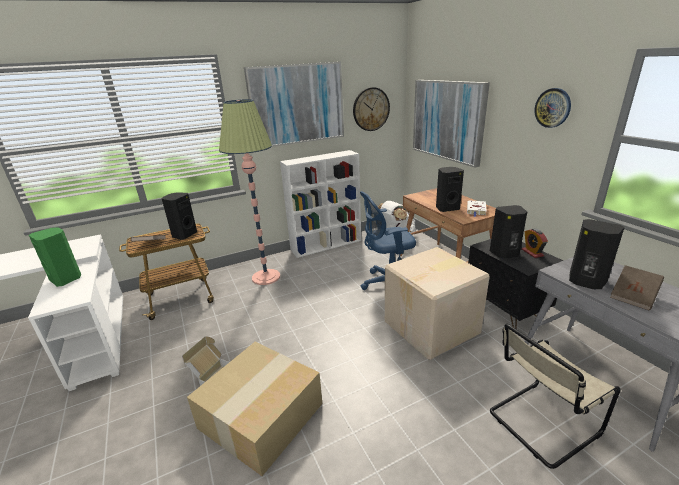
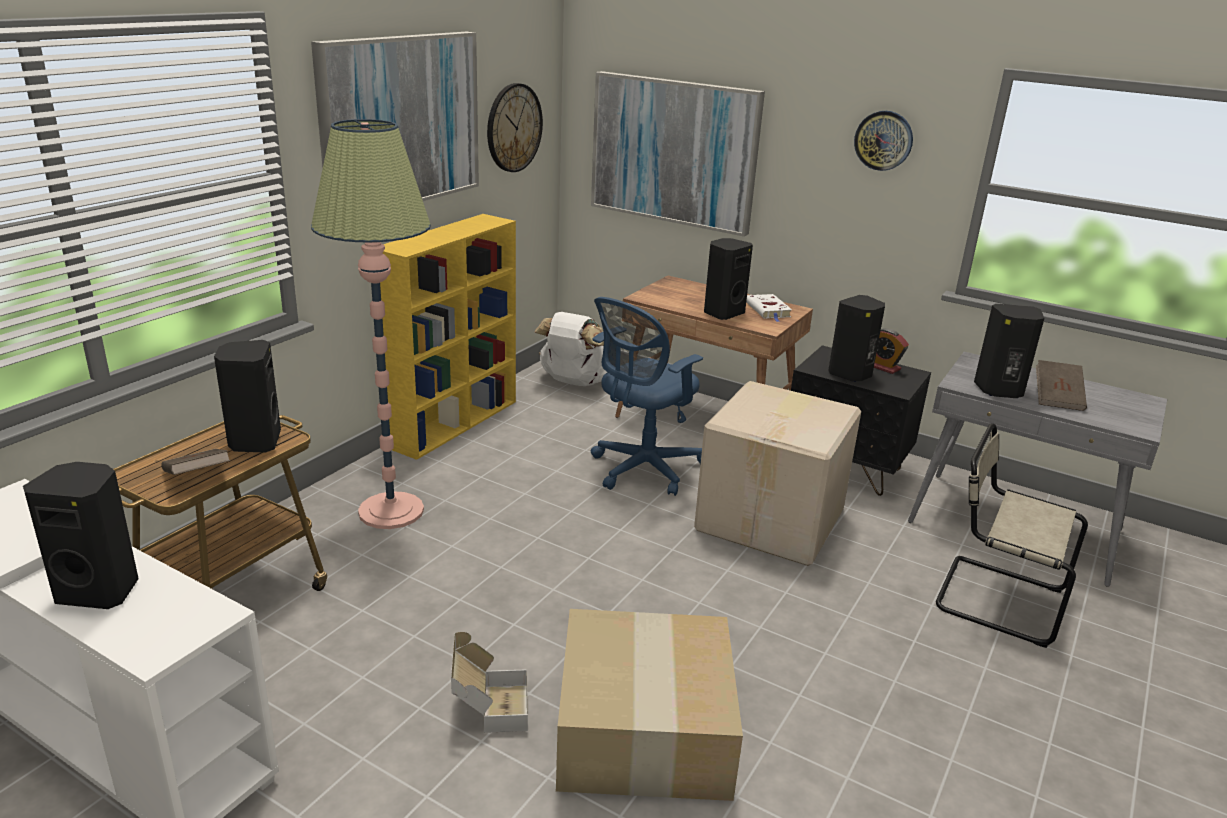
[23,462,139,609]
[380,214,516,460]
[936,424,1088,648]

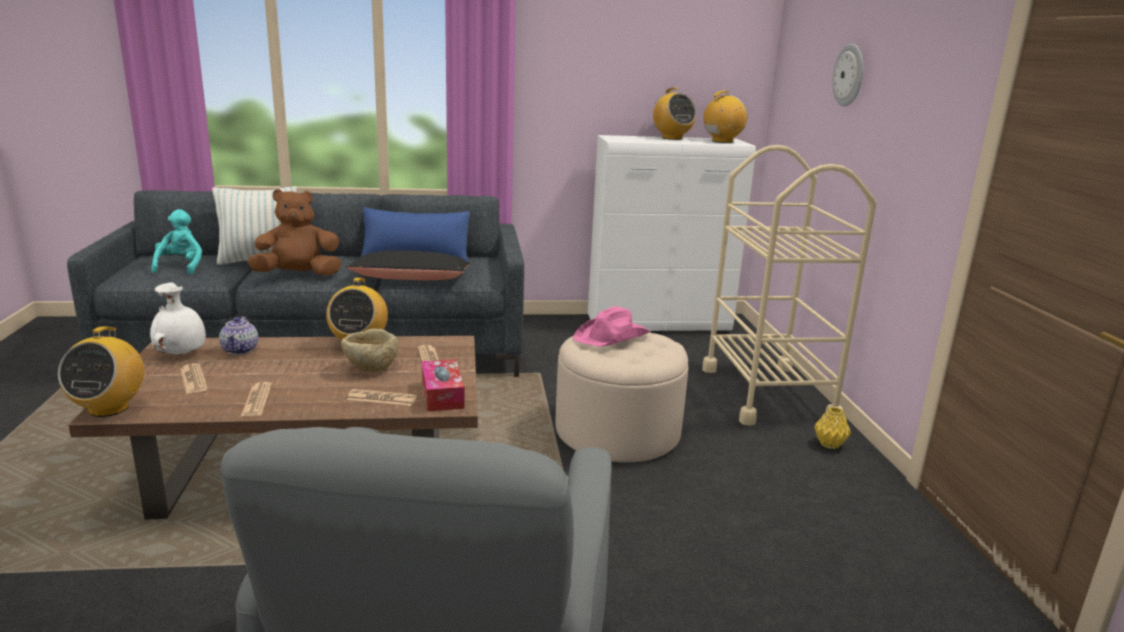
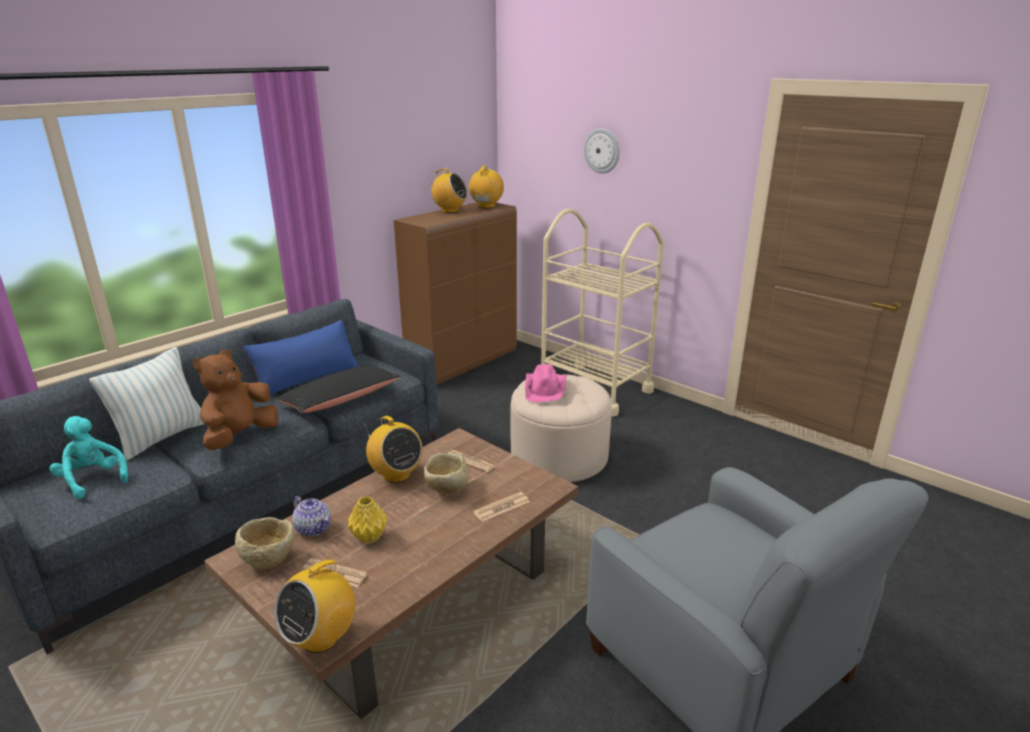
[235,517,295,569]
[274,552,355,653]
[347,496,388,544]
[394,202,517,385]
[240,382,272,417] (first image)
[422,359,464,411] (first image)

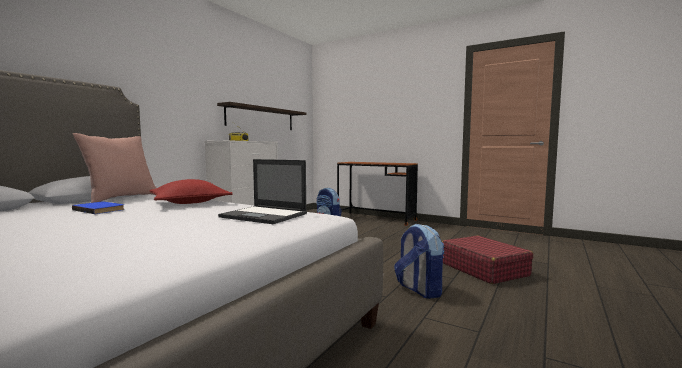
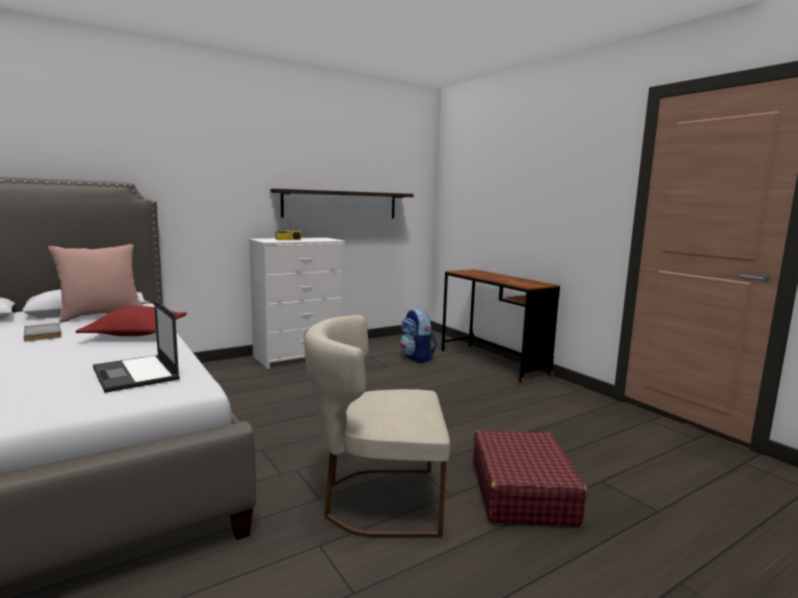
[24,323,61,341]
[304,315,450,537]

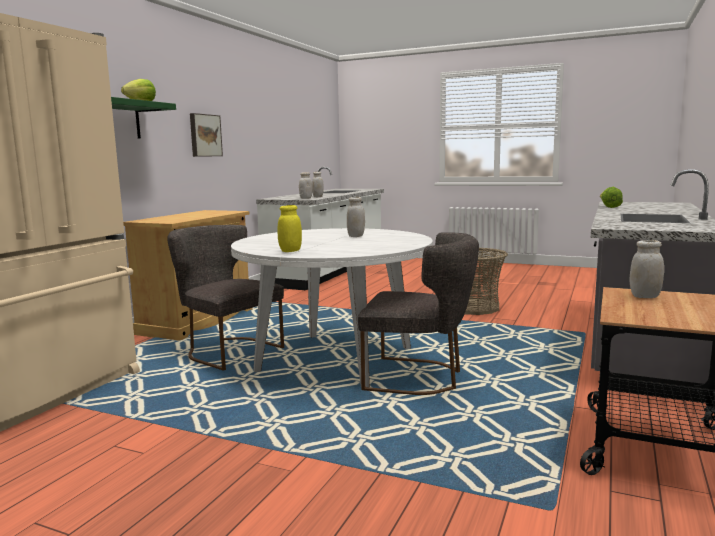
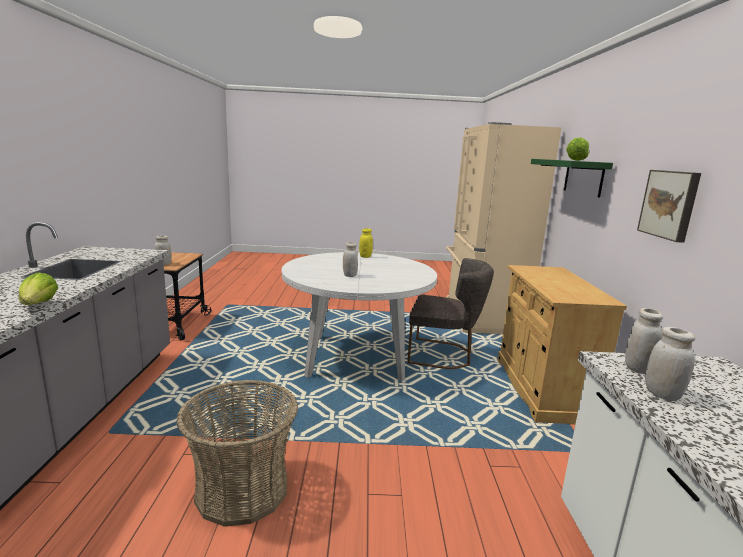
[358,232,479,395] (first image)

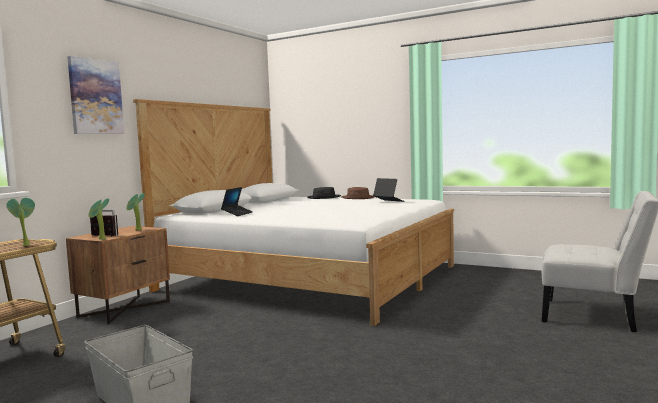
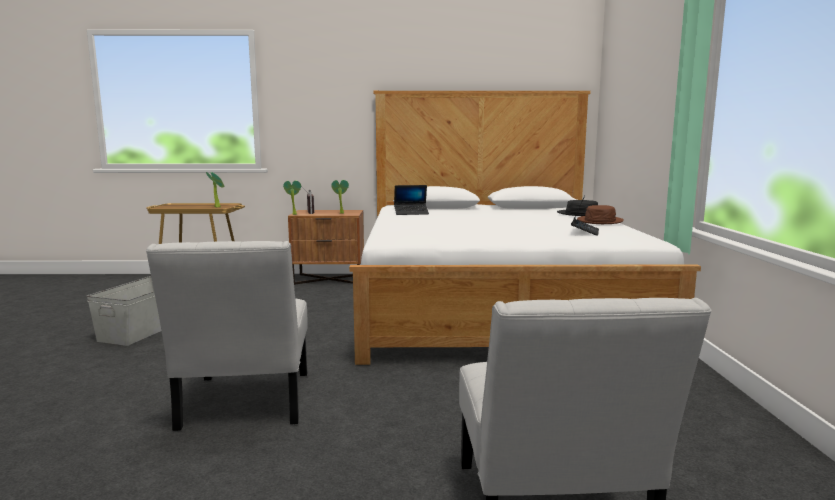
[146,241,307,431]
[67,56,124,134] (first image)

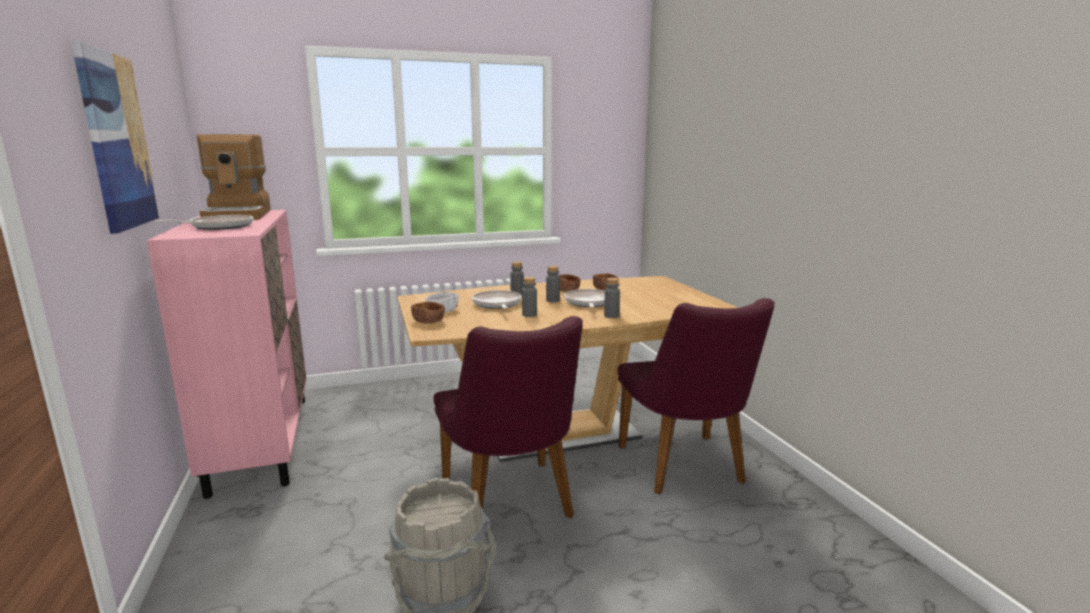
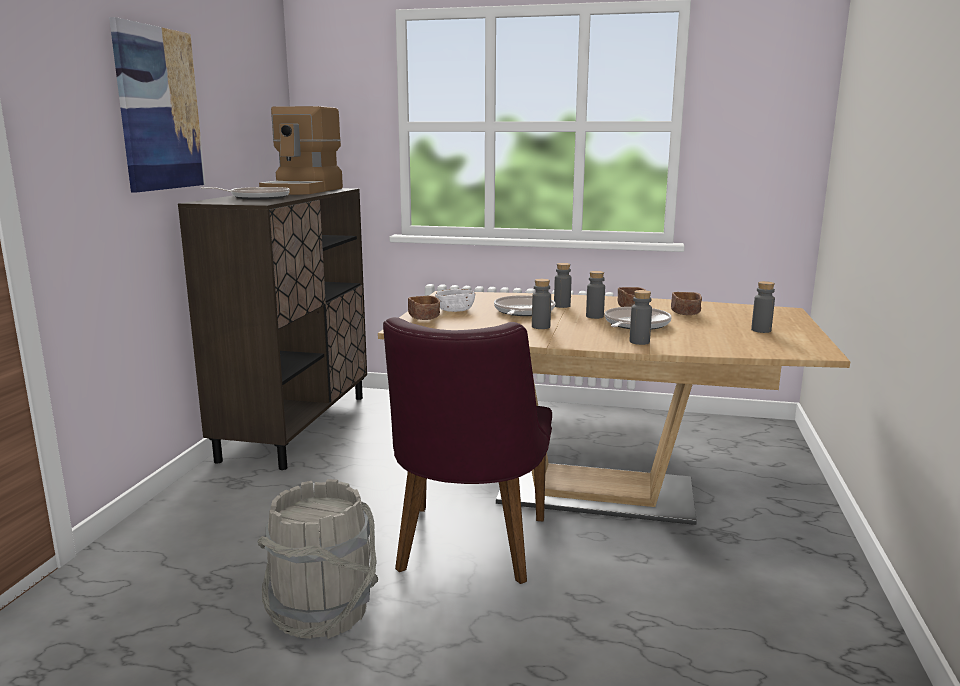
[178,188,367,470]
[751,281,775,333]
[618,298,775,494] (first image)

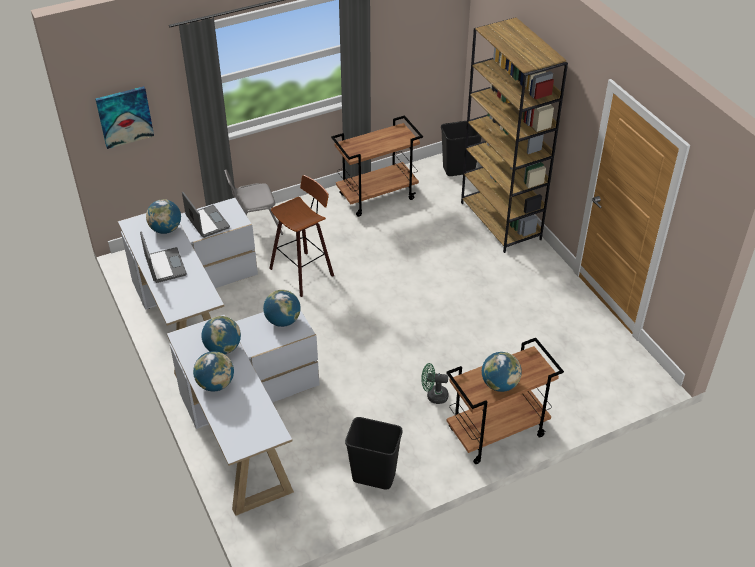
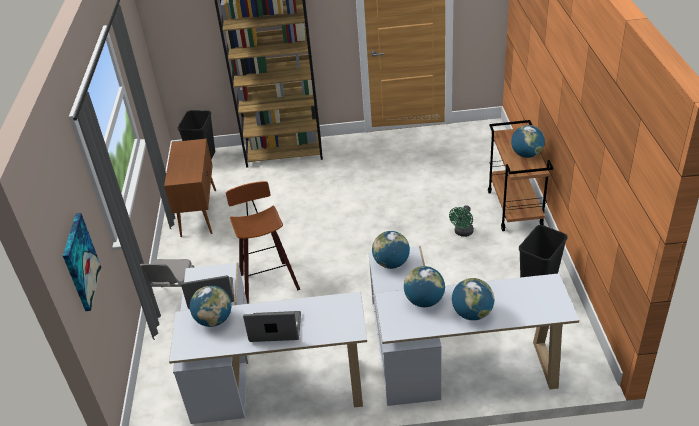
[164,139,216,237]

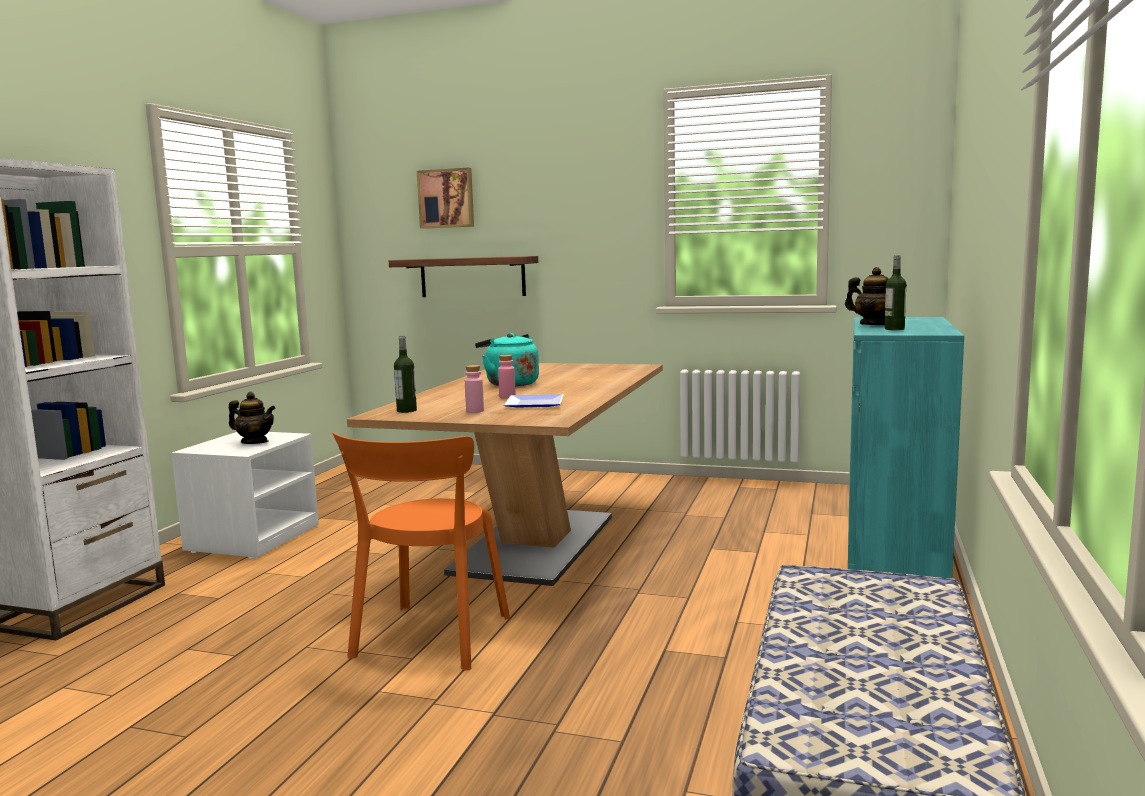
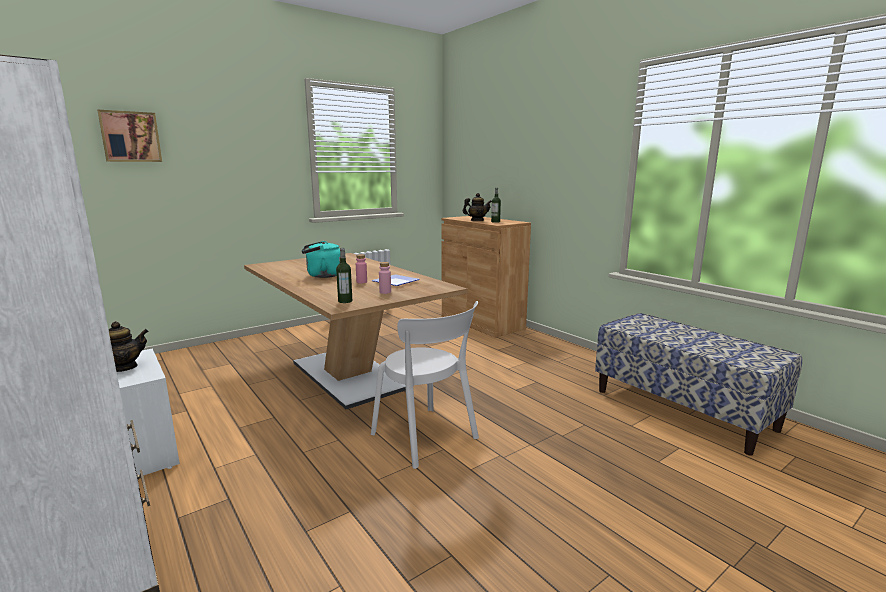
[371,301,479,469]
[442,216,531,338]
[389,256,538,297] (first image)

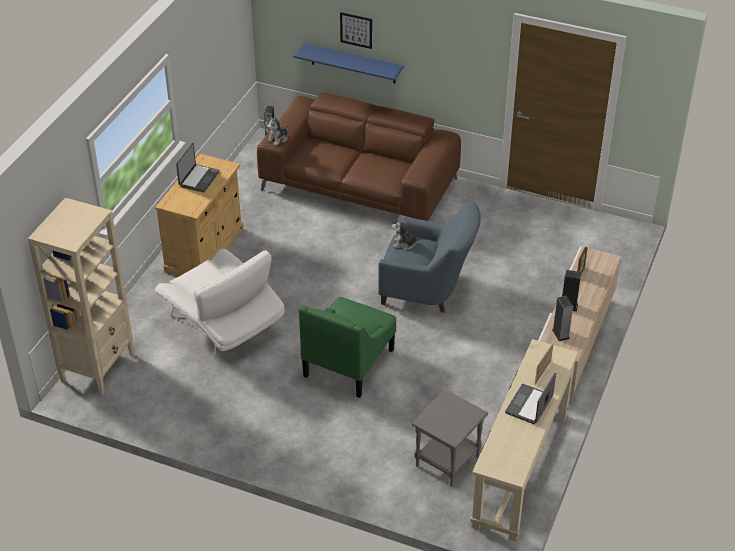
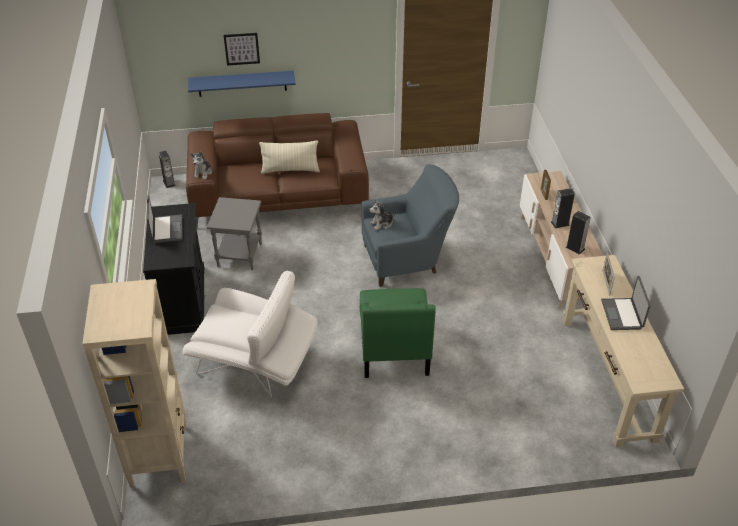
[143,203,205,335]
[207,197,262,270]
[259,140,320,174]

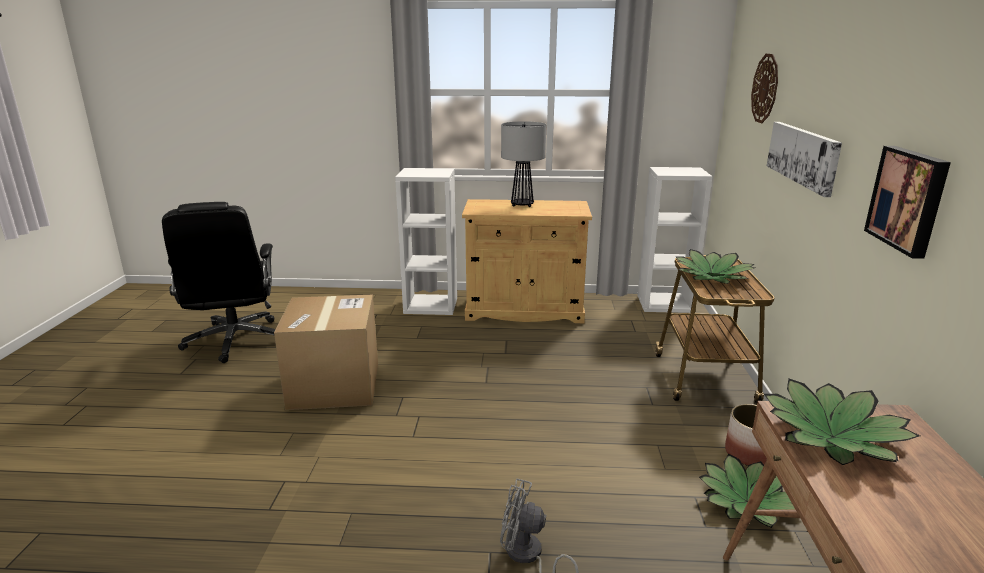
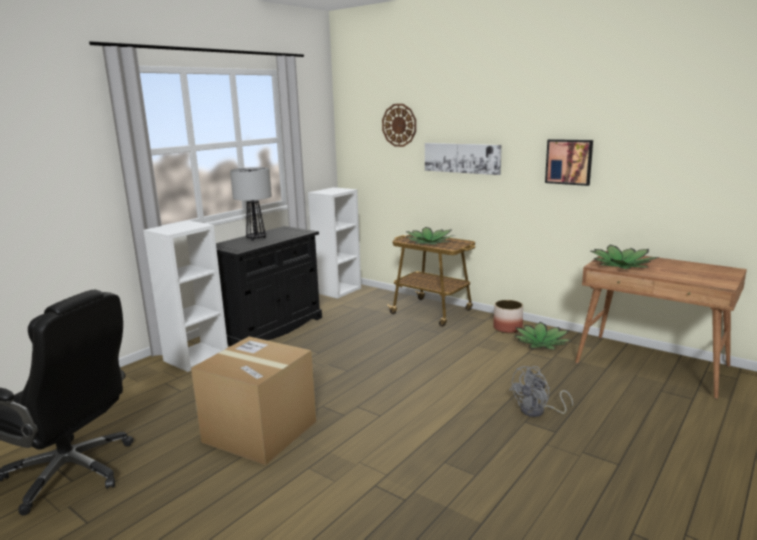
[216,226,322,346]

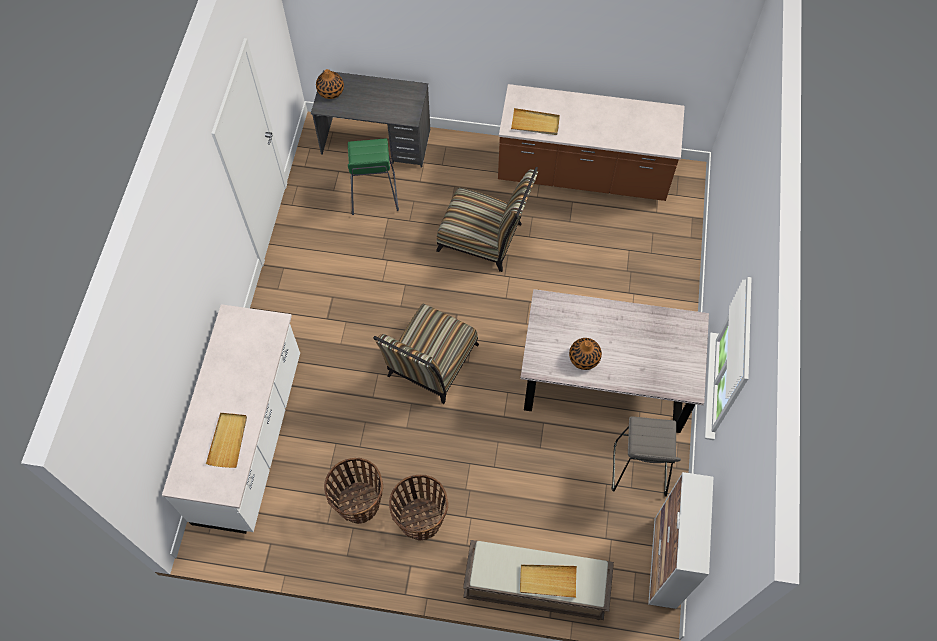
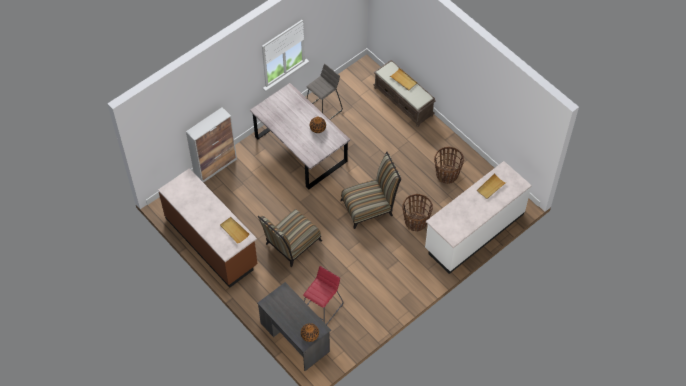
[186,107,237,183]
[258,209,322,267]
[303,266,344,325]
[402,194,433,231]

